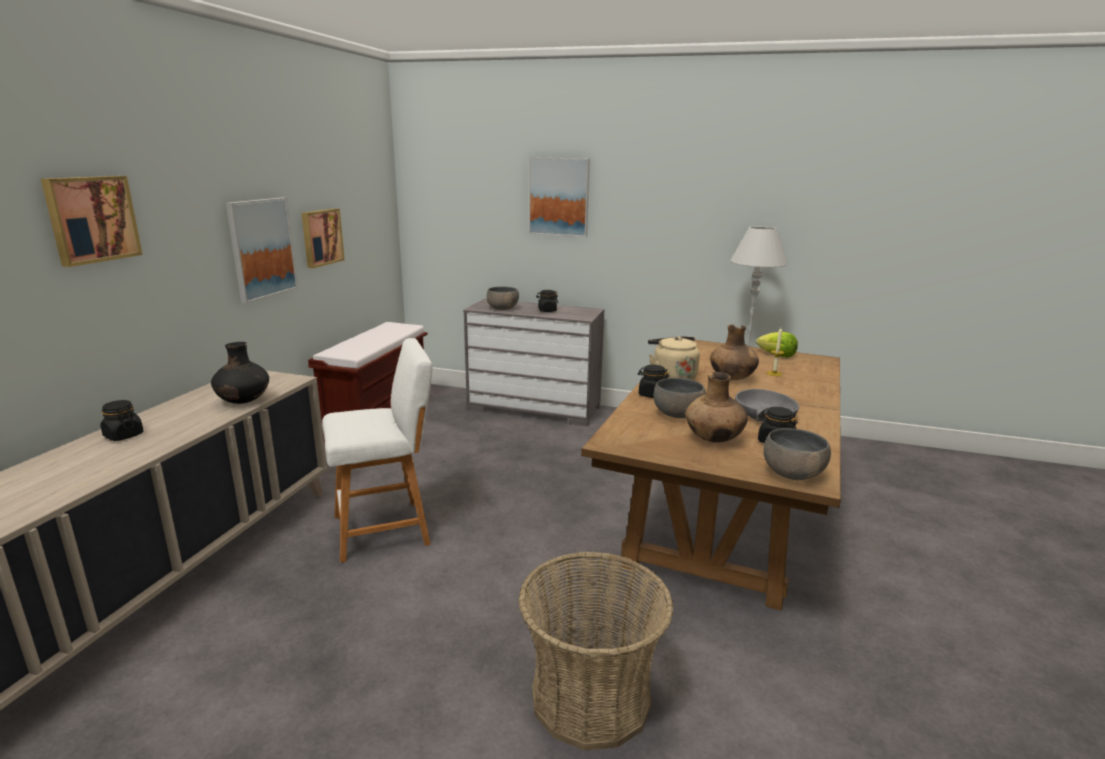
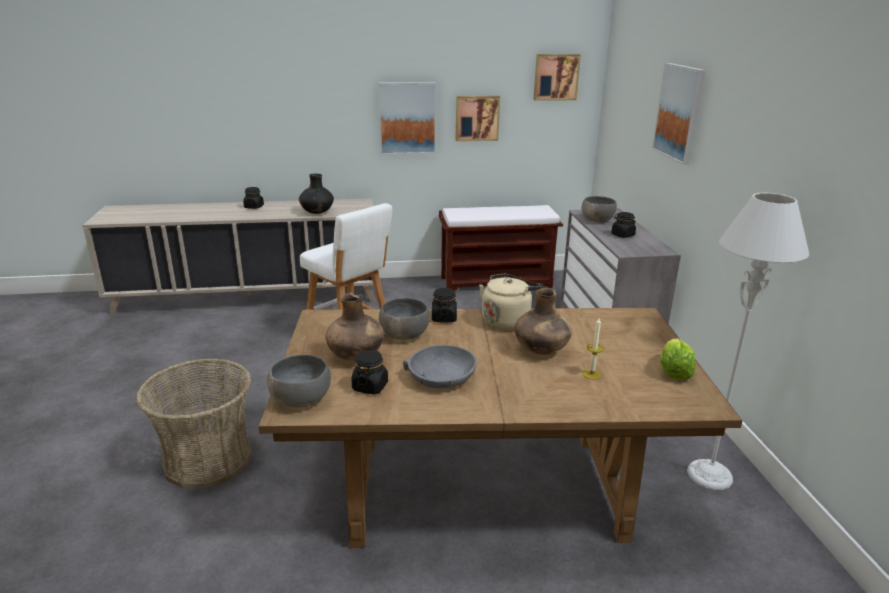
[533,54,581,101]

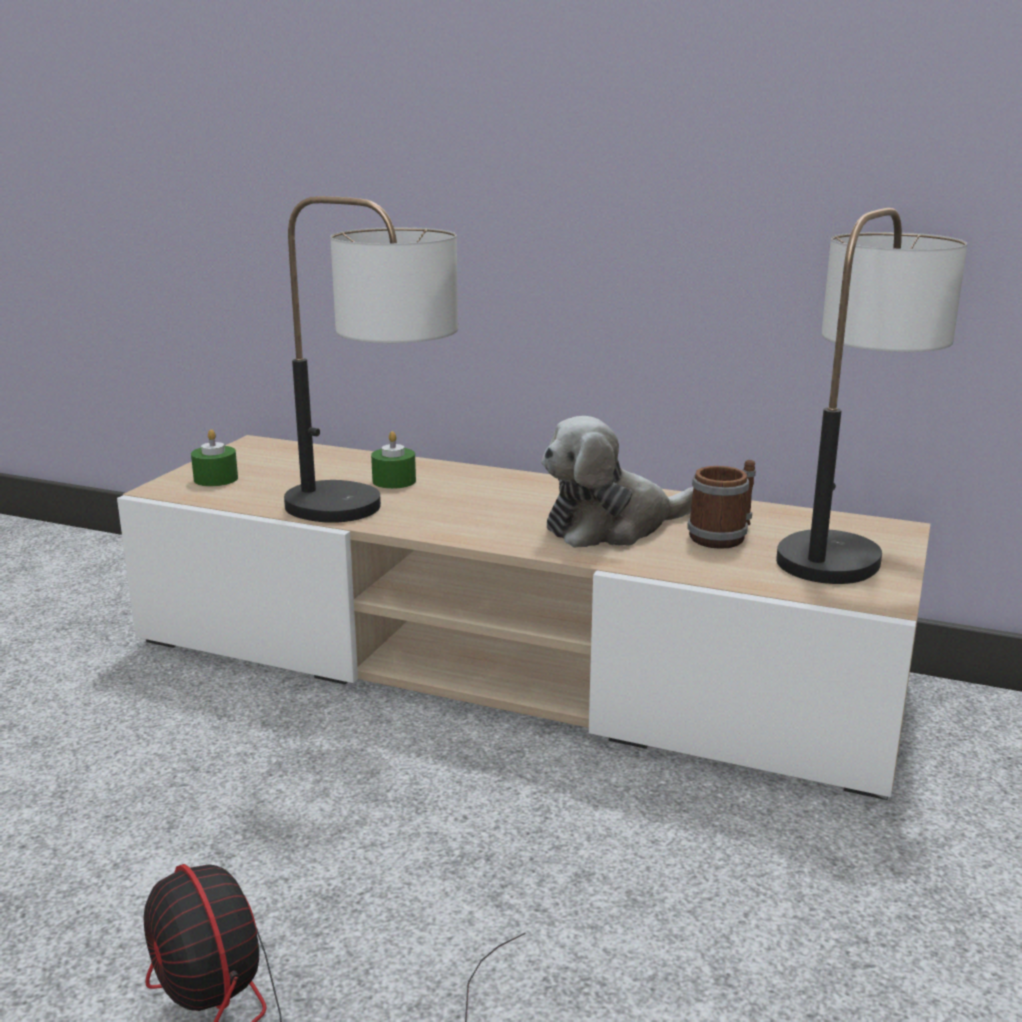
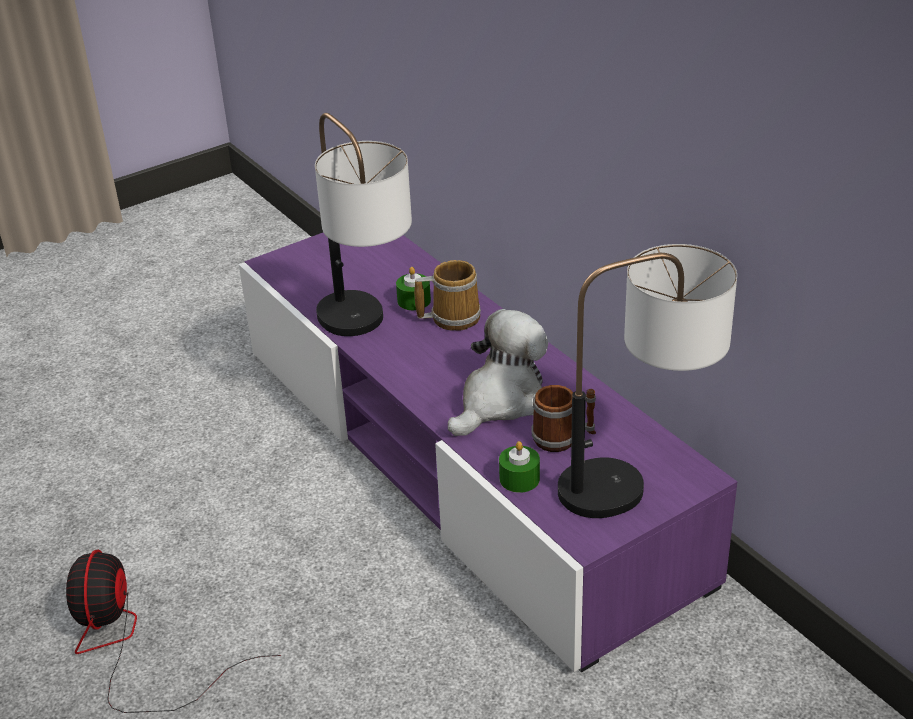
[239,233,737,673]
[414,260,481,331]
[448,309,548,436]
[499,441,540,493]

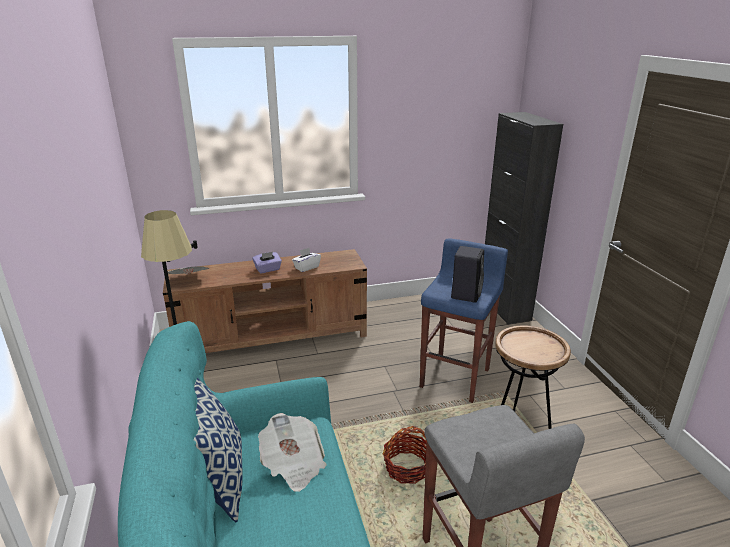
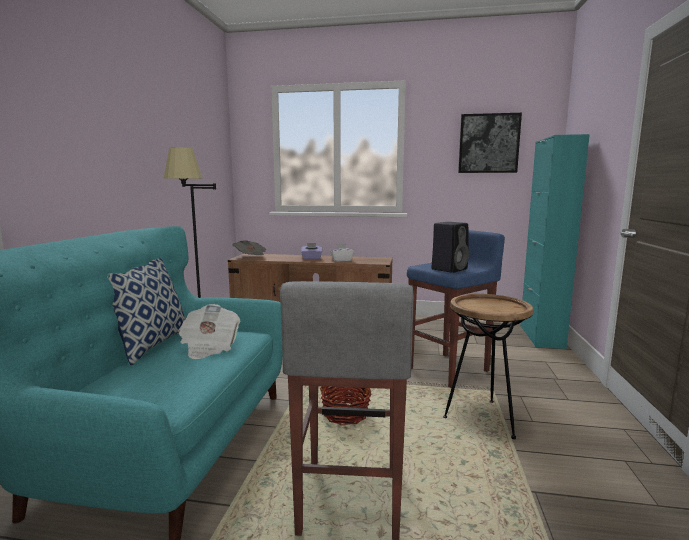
[458,113,522,173]
[520,134,590,349]

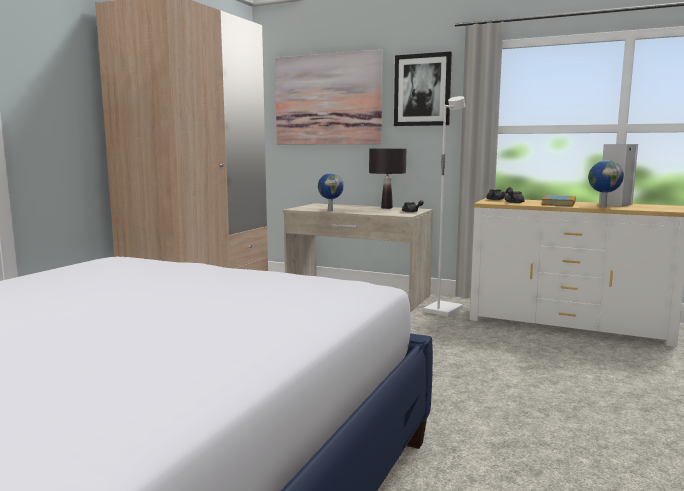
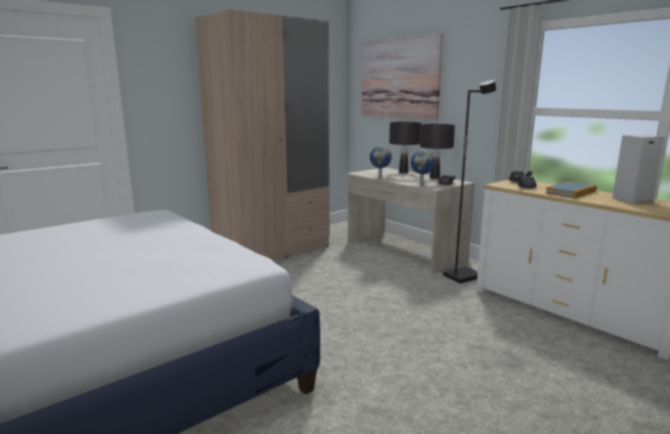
[389,122,421,173]
[411,150,435,185]
[443,80,496,284]
[394,52,452,126] (first image)

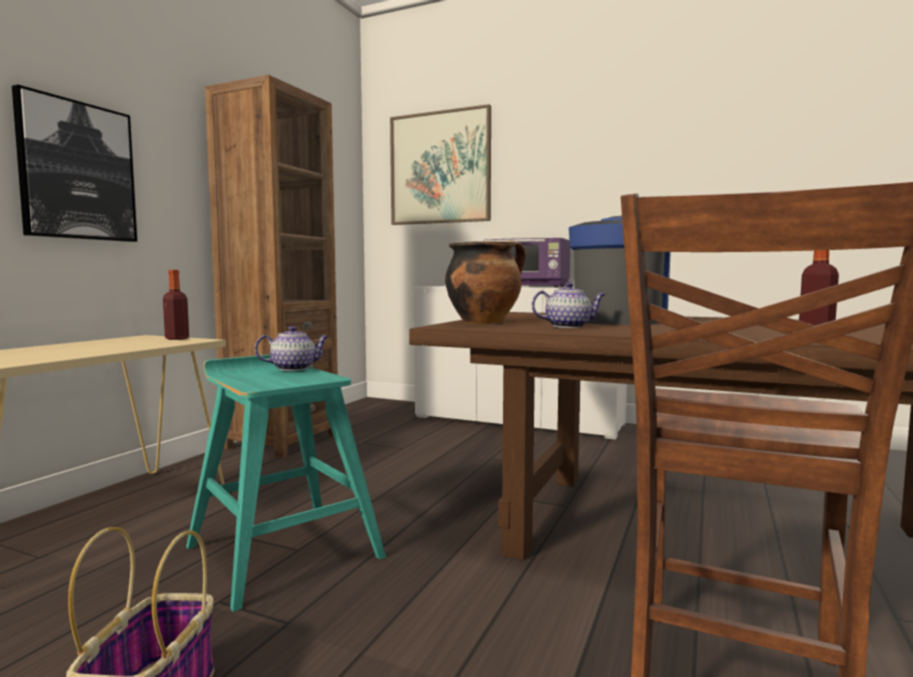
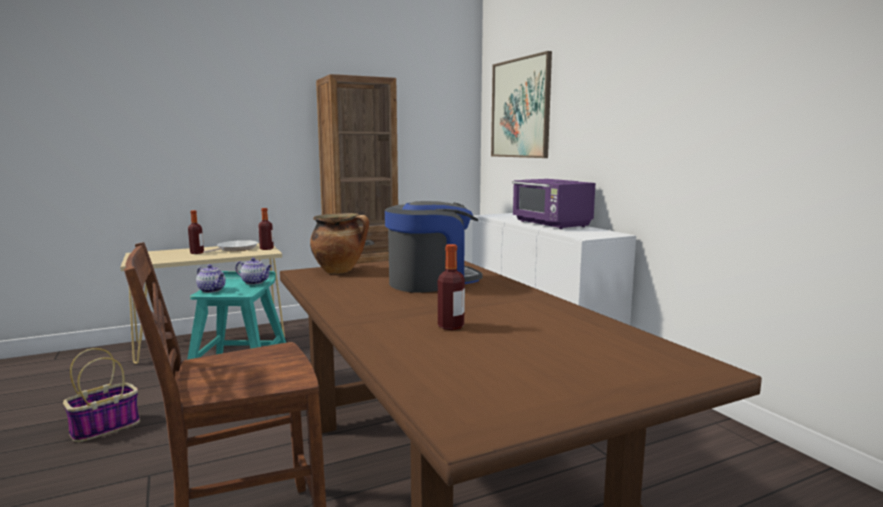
[188,210,204,254]
[196,265,226,293]
[203,240,258,253]
[12,84,137,242] (first image)

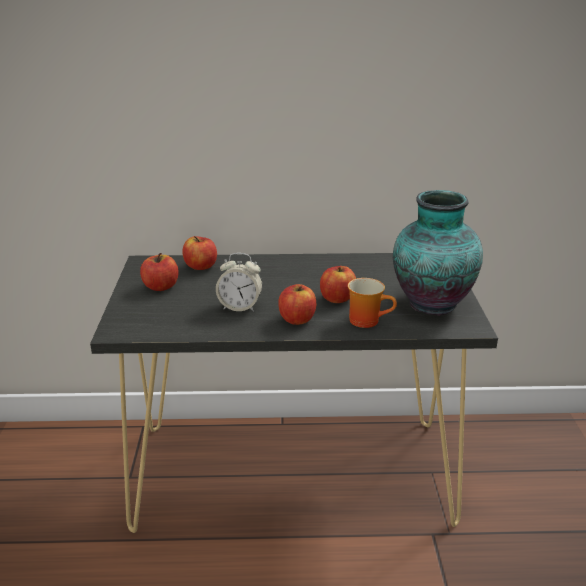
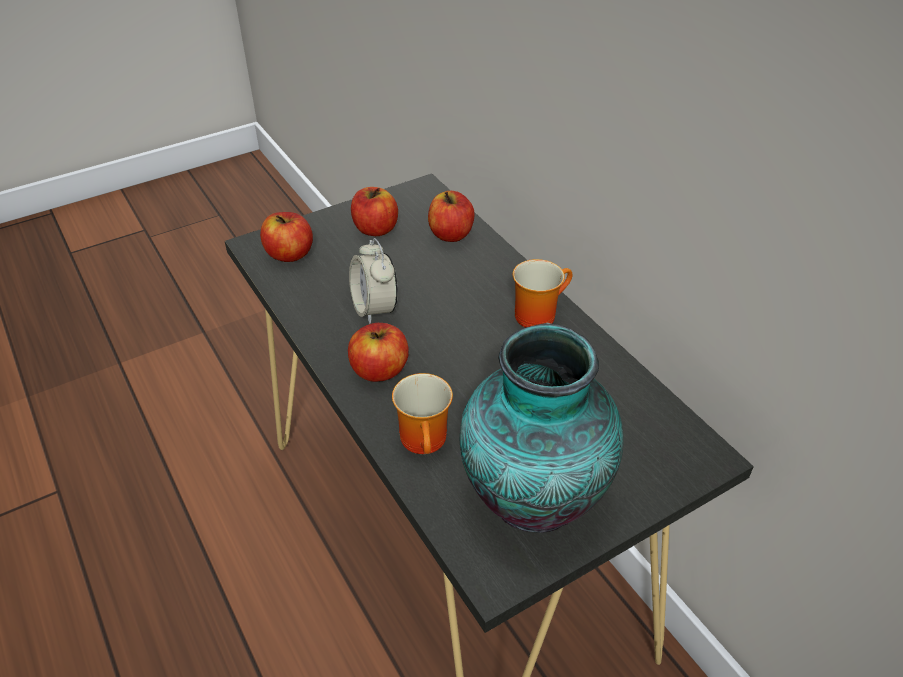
[260,212,313,262]
[513,259,573,328]

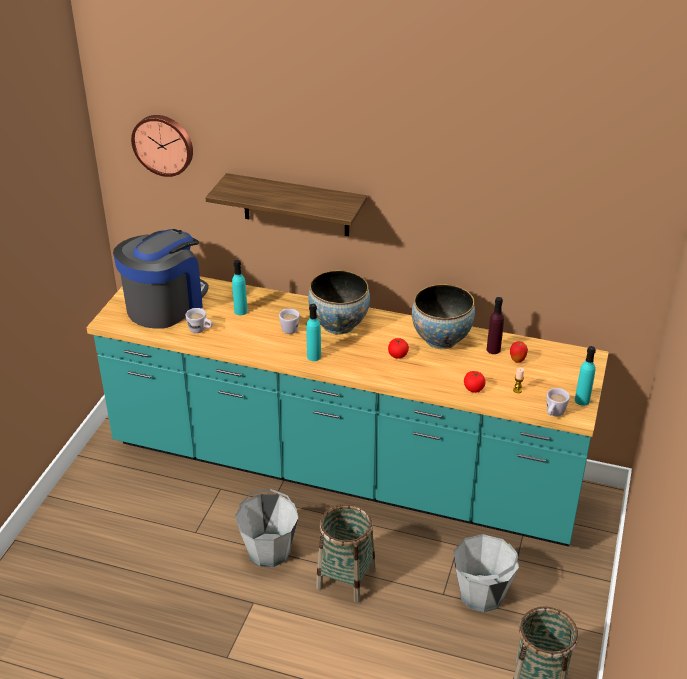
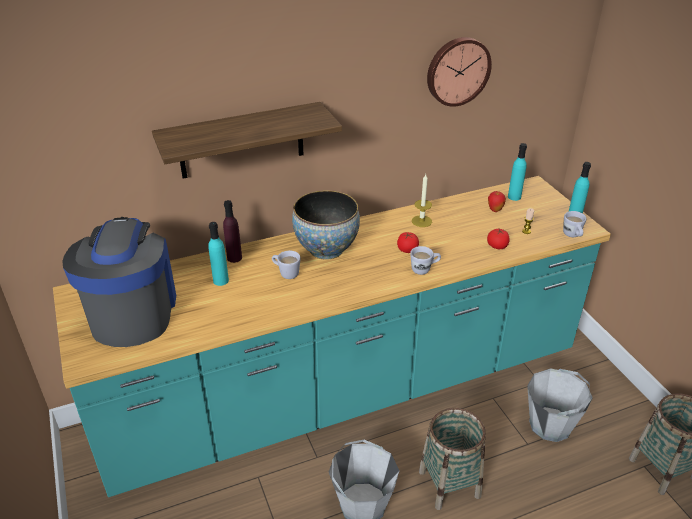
[223,200,242,263]
[410,246,441,275]
[412,174,432,227]
[427,37,492,107]
[508,143,527,201]

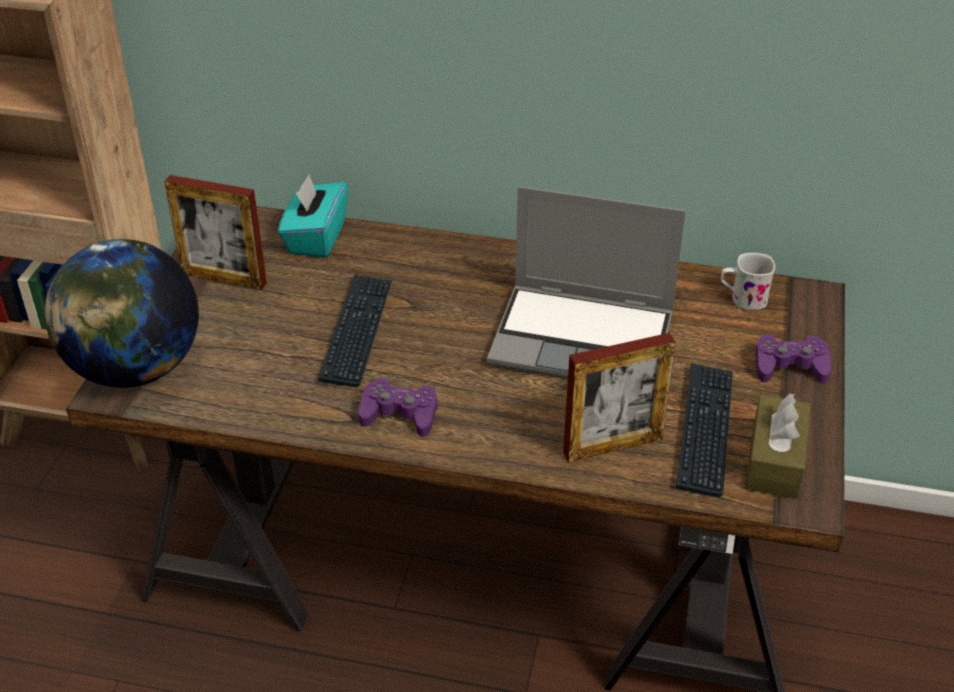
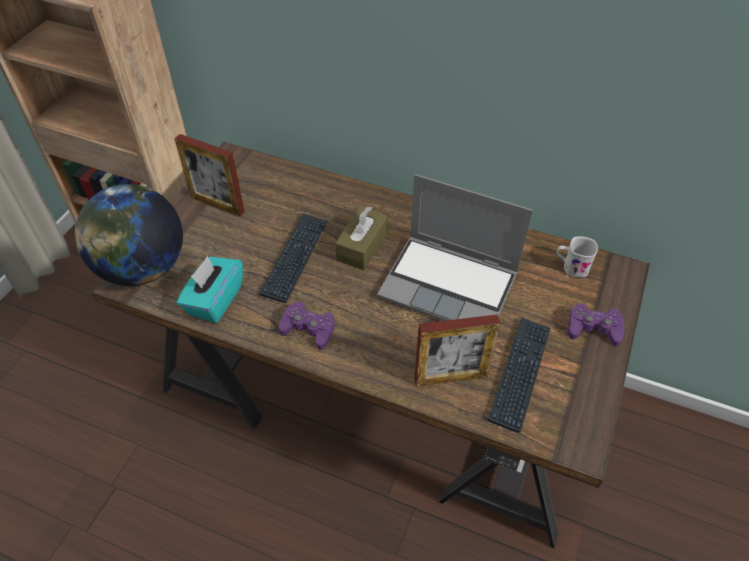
[177,256,243,323]
[335,205,389,270]

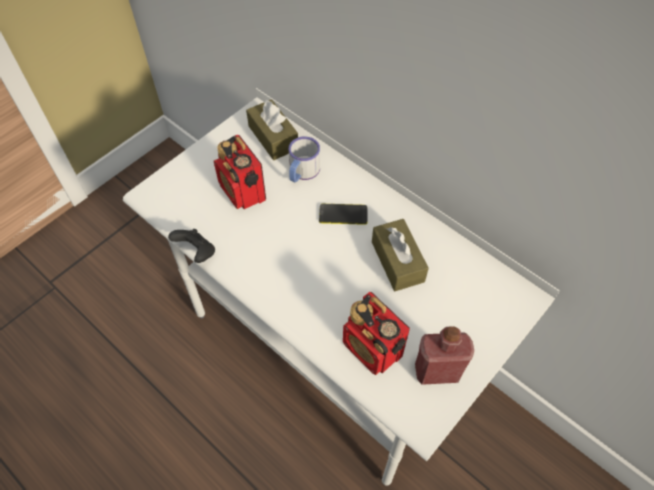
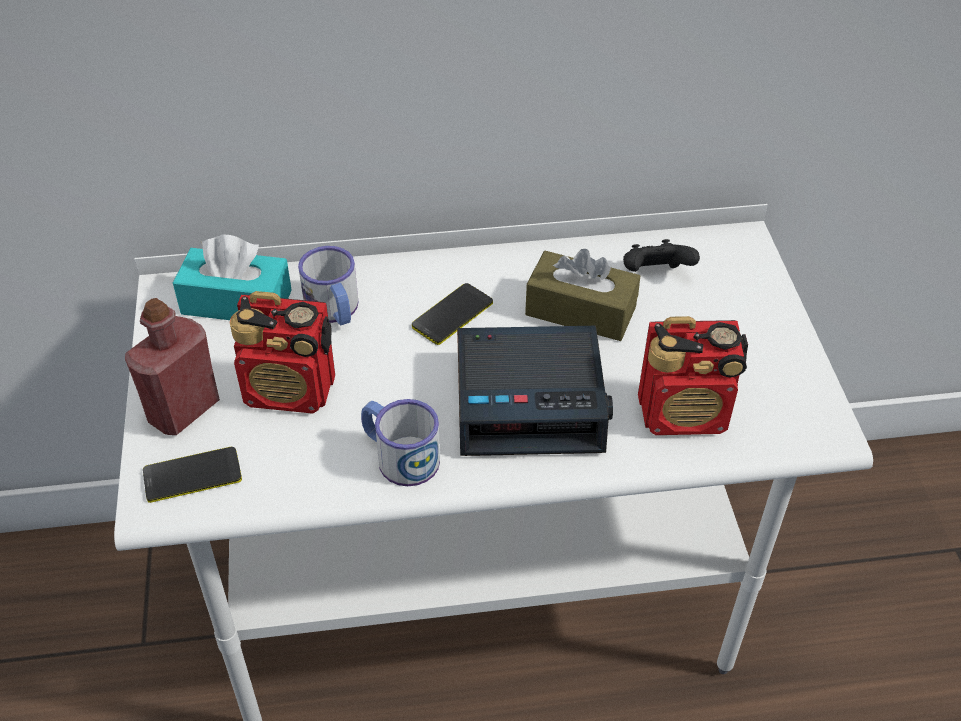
[125,298,220,435]
[143,447,242,503]
[173,235,292,320]
[361,399,440,486]
[457,326,613,456]
[623,239,700,272]

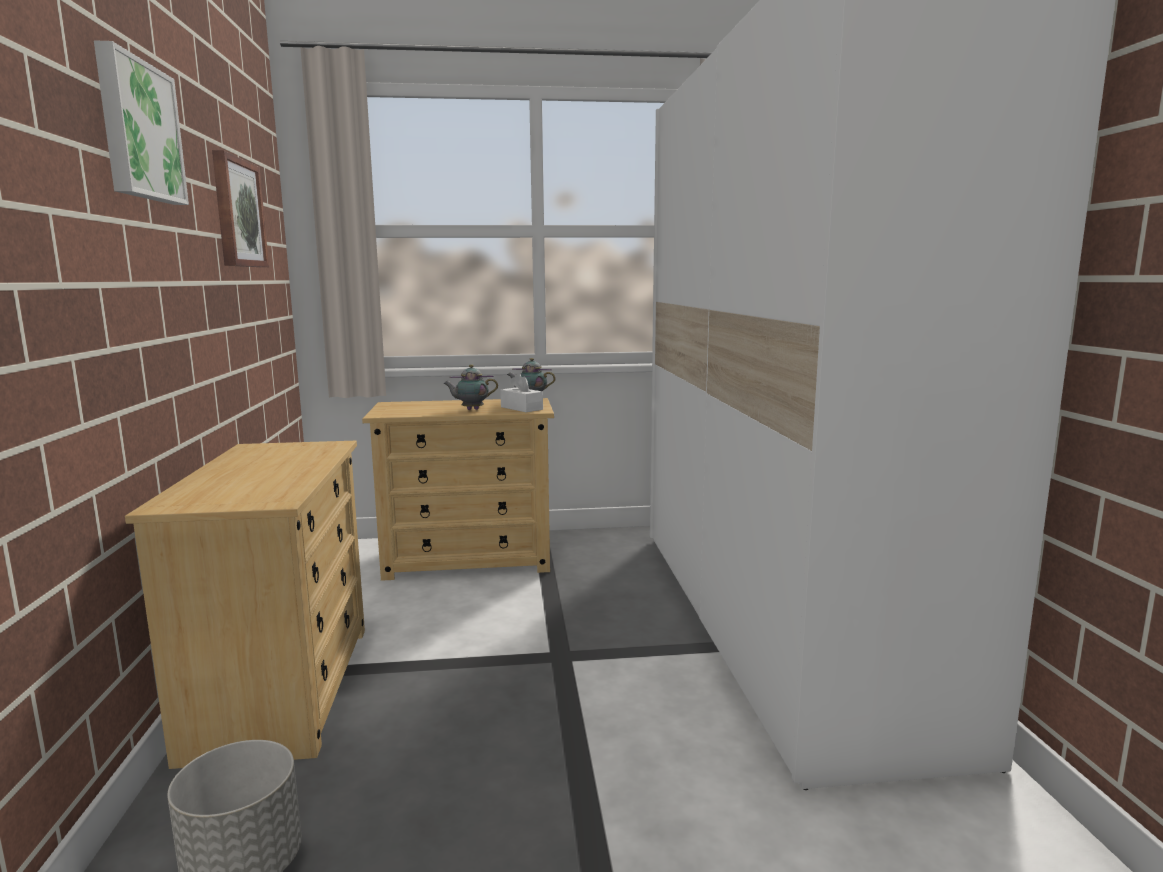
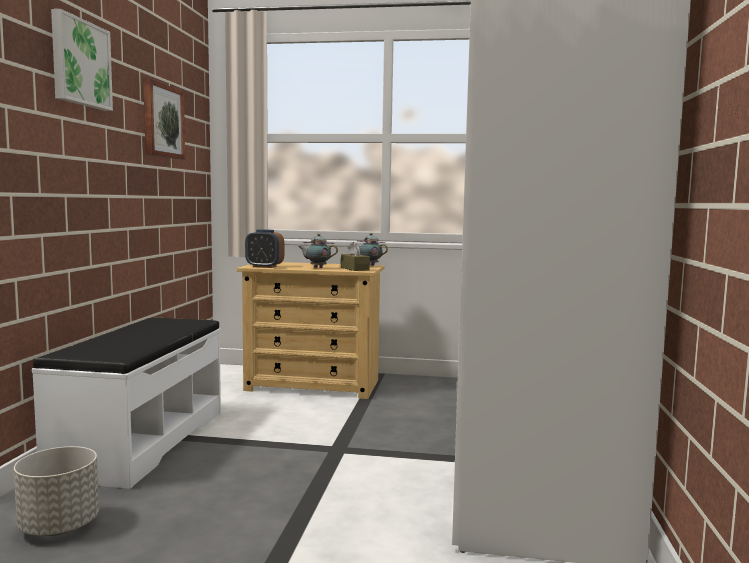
[32,318,221,489]
[245,229,284,268]
[341,242,370,271]

